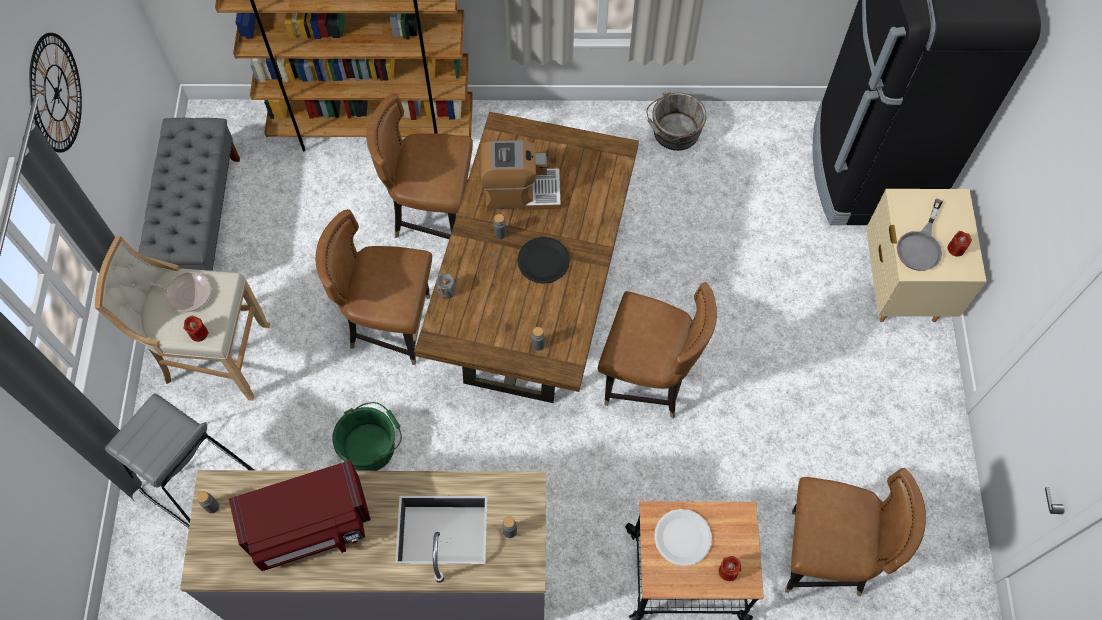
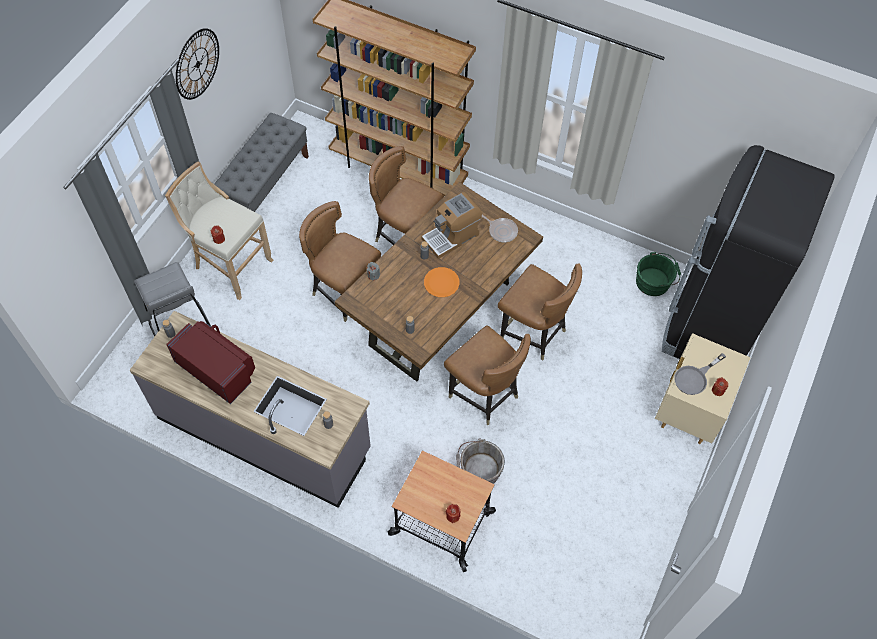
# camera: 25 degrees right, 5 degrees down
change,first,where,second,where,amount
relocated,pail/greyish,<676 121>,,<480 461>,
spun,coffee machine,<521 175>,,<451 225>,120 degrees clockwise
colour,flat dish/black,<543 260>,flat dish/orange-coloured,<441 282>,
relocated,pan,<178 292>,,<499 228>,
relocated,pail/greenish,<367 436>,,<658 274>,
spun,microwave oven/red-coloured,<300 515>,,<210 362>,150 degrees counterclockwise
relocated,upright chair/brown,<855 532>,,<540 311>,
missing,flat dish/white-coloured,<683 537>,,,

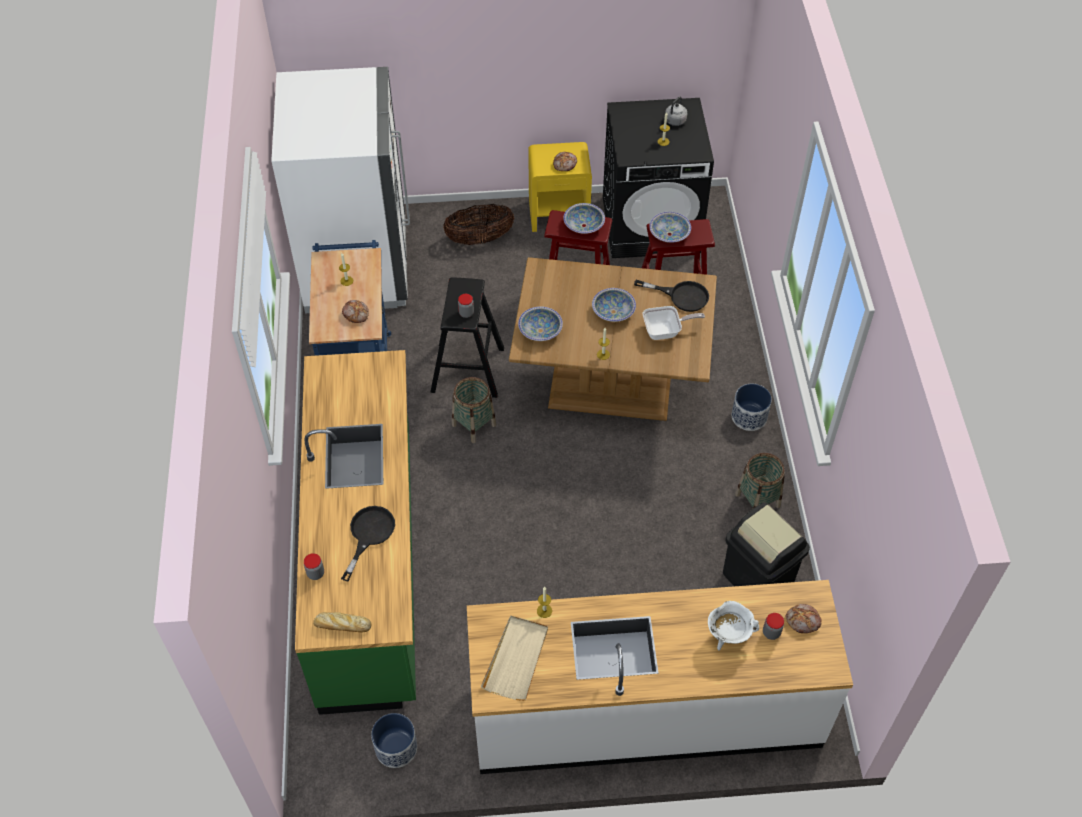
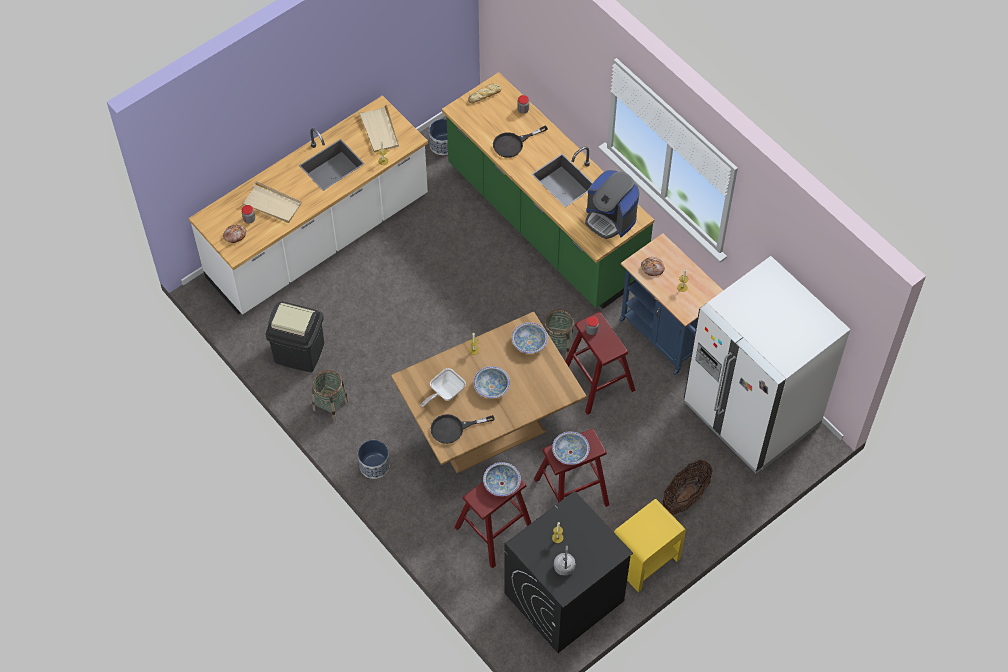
# camera: 145 degrees right, 5 degrees up
change,first,where,second,where,amount
missing,bread,<565 161>,,,
colour,stool seat/black,<467 337>,stool seat/red-coloured,<600 363>,
spun,pan/black,<368 543>,,<520 142>,75 degrees clockwise
exchanged,cooking pot/white-coloured,<733 625>,carrying tray/sand-coloured,<271 202>,
appeared,,,coffee machine,<612 204>,

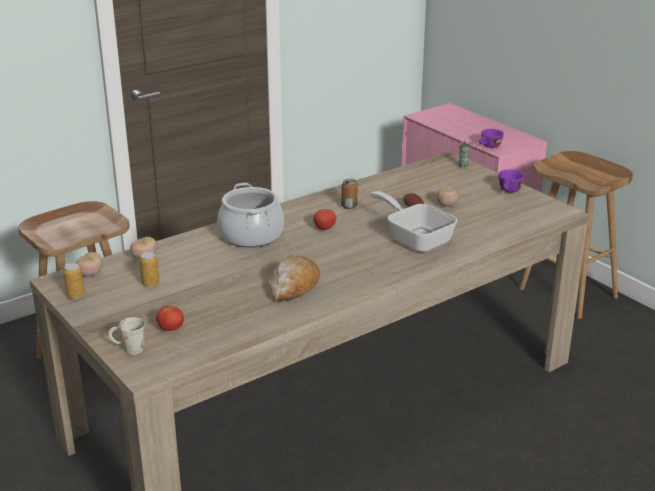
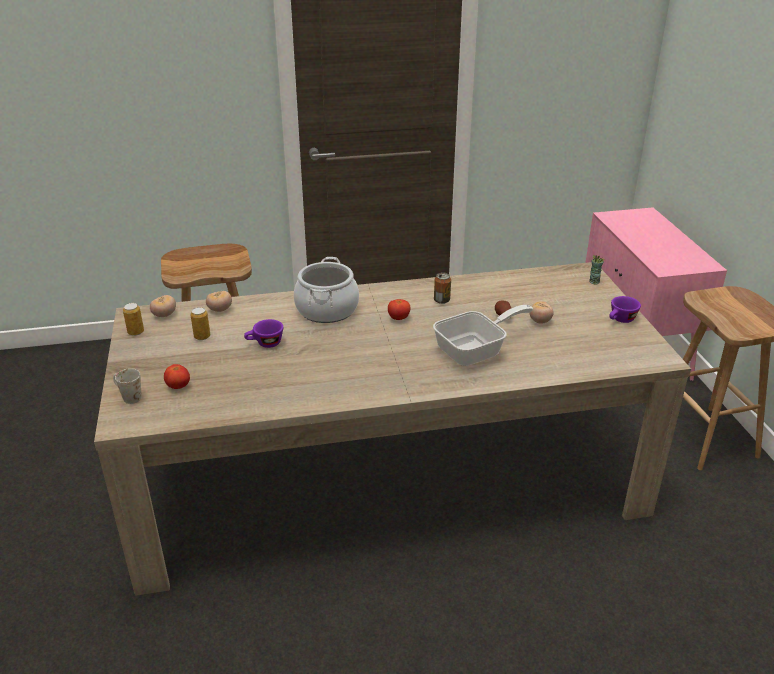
# camera: 25 degrees right, 5 degrees up
change,first,where,second,where,amount
relocated,small cup/purple,<491 138>,,<263 333>,
spun,pan,<414 221>,,<483 335>,75 degrees clockwise
missing,bread,<294 278>,,,

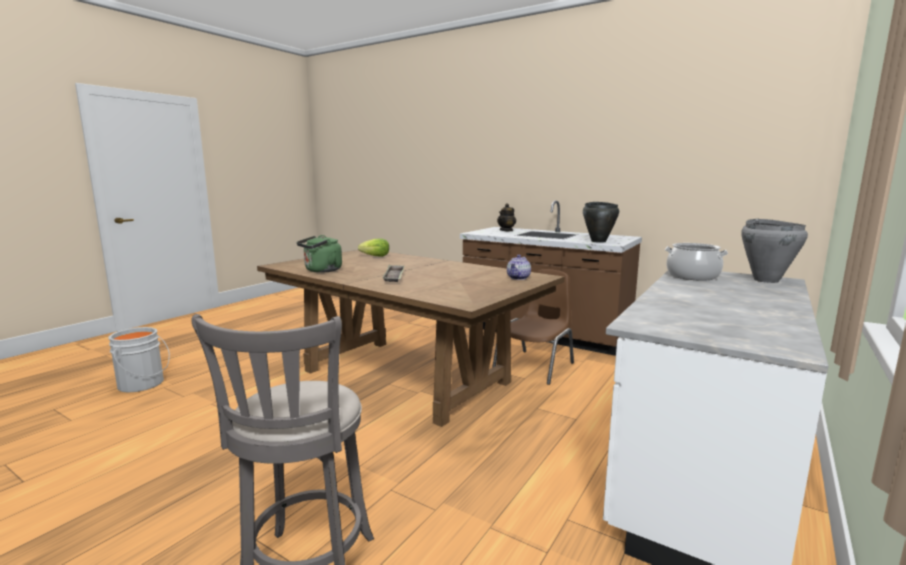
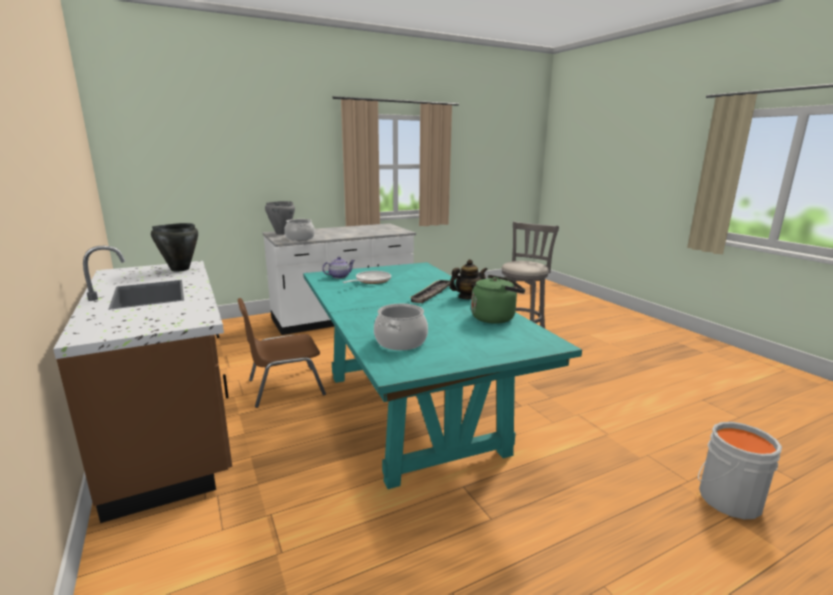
# camera: 150 degrees left, 5 degrees up
change,first,where,second,where,amount
relocated,pot for tea,<506 217>,,<468 279>,
exchanged,head of lettuce,<373 247>,cooking pot,<401 327>,
colour,dining table/brown,<410 338>,dining table/turquoise-coloured,<442 375>,
appeared,,,pan,<367 277>,

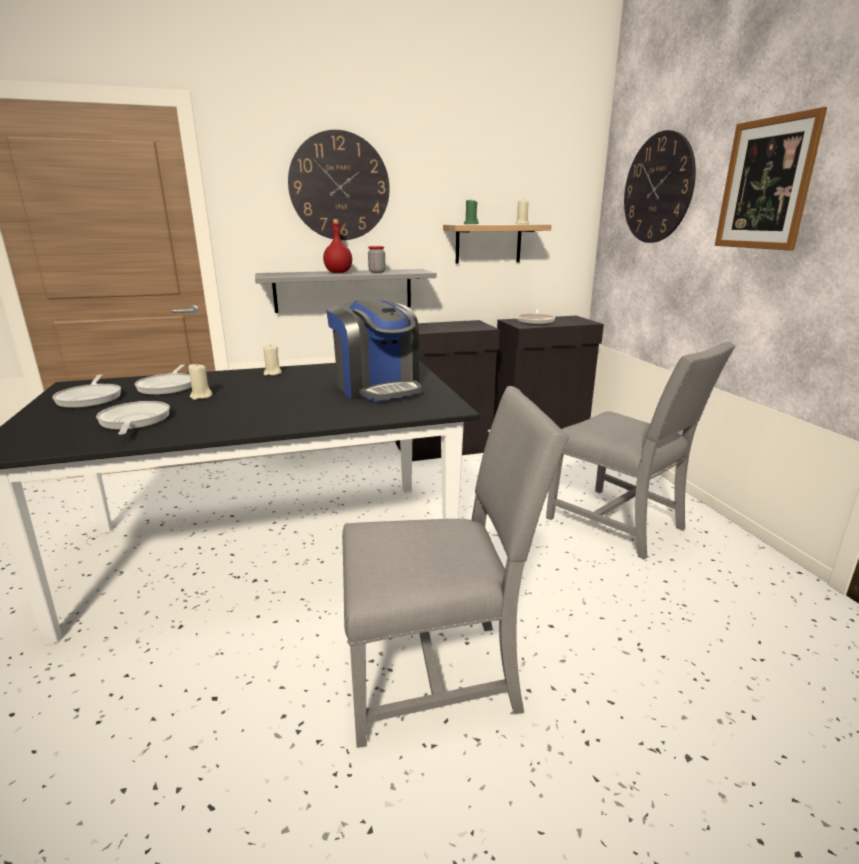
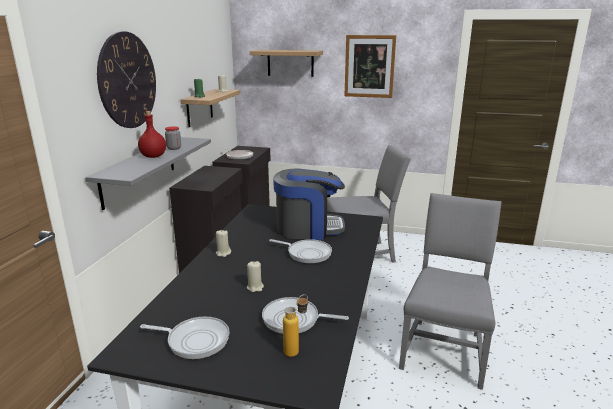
# camera: 60 degrees left, 0 degrees up
change,first,where,second,where,amount
exchanged,wall clock,<660 186>,wall shelf,<286 63>,
relocated,pan,<163 379>,,<300 251>,
appeared,,,bottle,<295 325>,

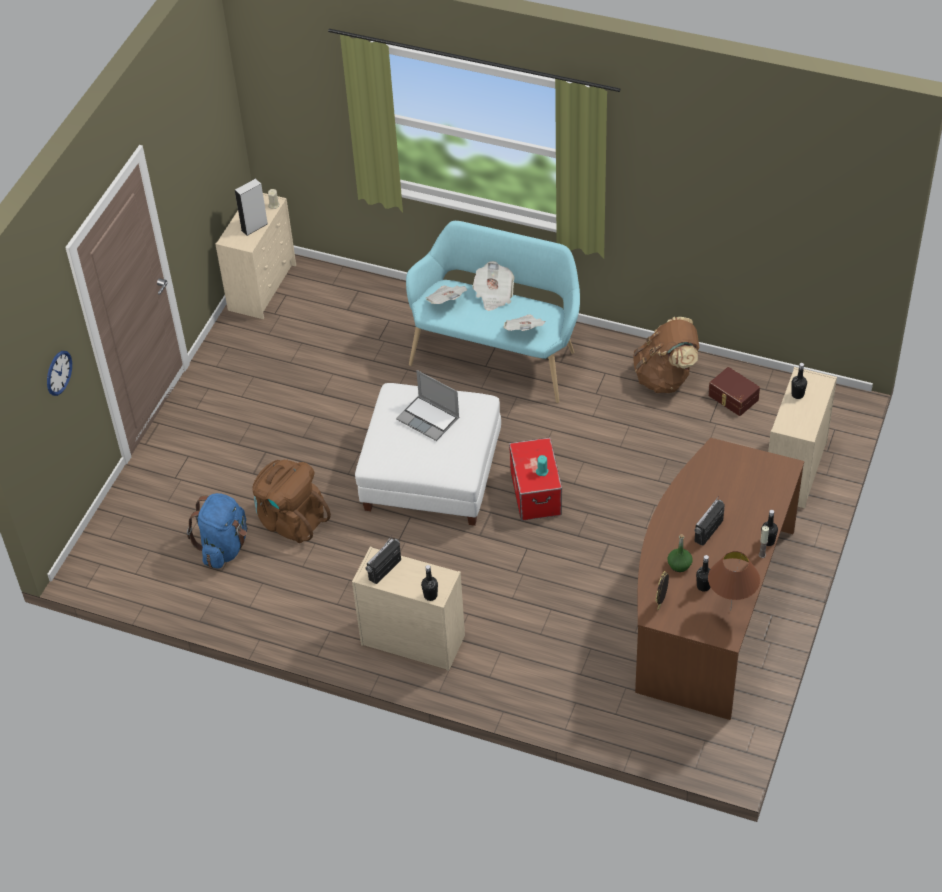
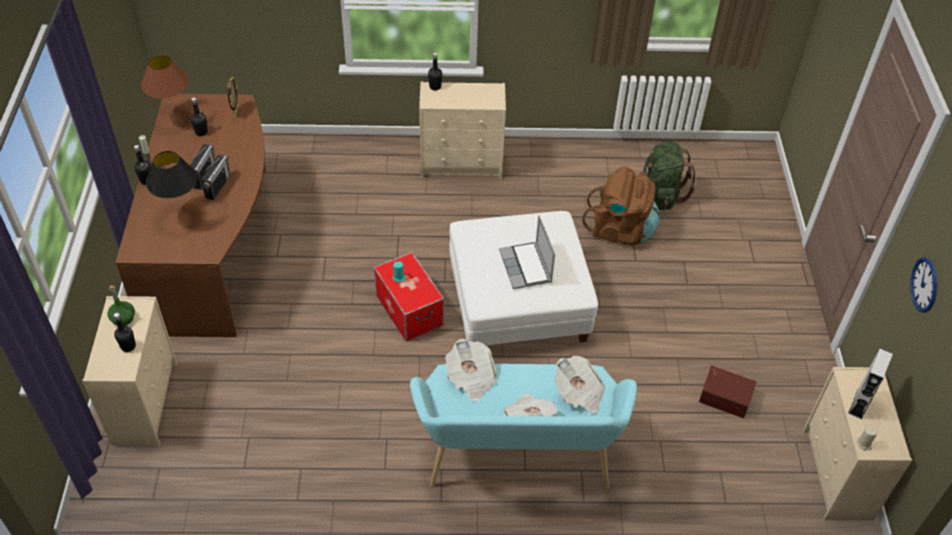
# camera: 155 degrees right, 0 degrees up
change,first,where,second,where,amount
missing,backpack/brown,<666 355>,,,
relocated,wall clock,<59 373>,,<923 285>,
relocated,storage bin/brown,<734 391>,,<727 391>,
spun,laptop,<427 405>,,<527 252>,120 degrees counterclockwise
colour,backpack/blue-coloured,<217 531>,backpack/greenish,<667 176>,
relocated,bottle/greenish,<680 553>,,<121 305>,
relocated,radio,<383 560>,,<216 177>,
appeared,,,table lamp/black,<172 184>,

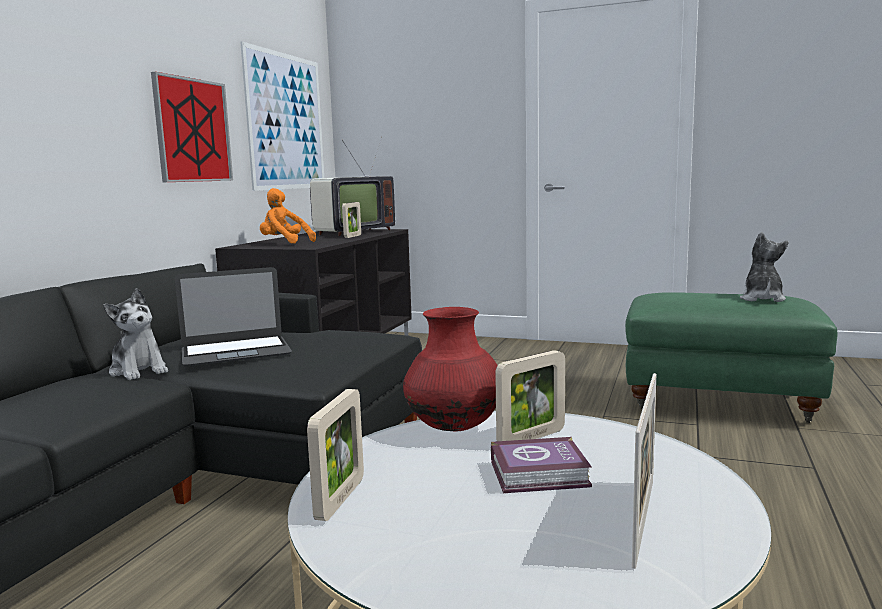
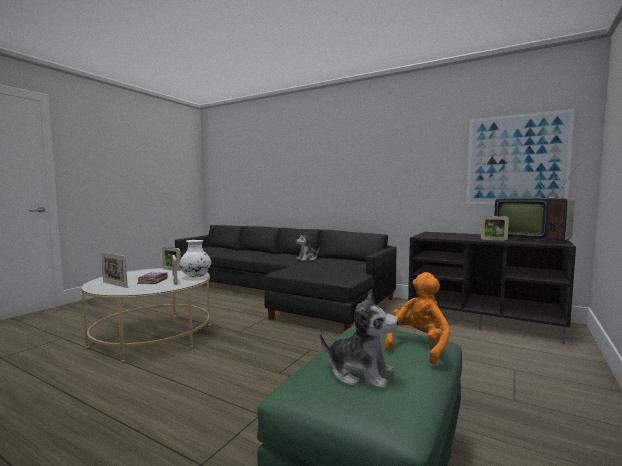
# camera: 100 degrees right, 5 degrees down
change,first,where,second,where,amount
missing,wall picture,<192 127>,,,
relocated,cuddly toy/orange-coloured,<288 216>,,<417 318>,
missing,laptop,<233 316>,,,
colour,flower vase/red-coloured,<450 369>,flower vase/white-coloured,<195 259>,

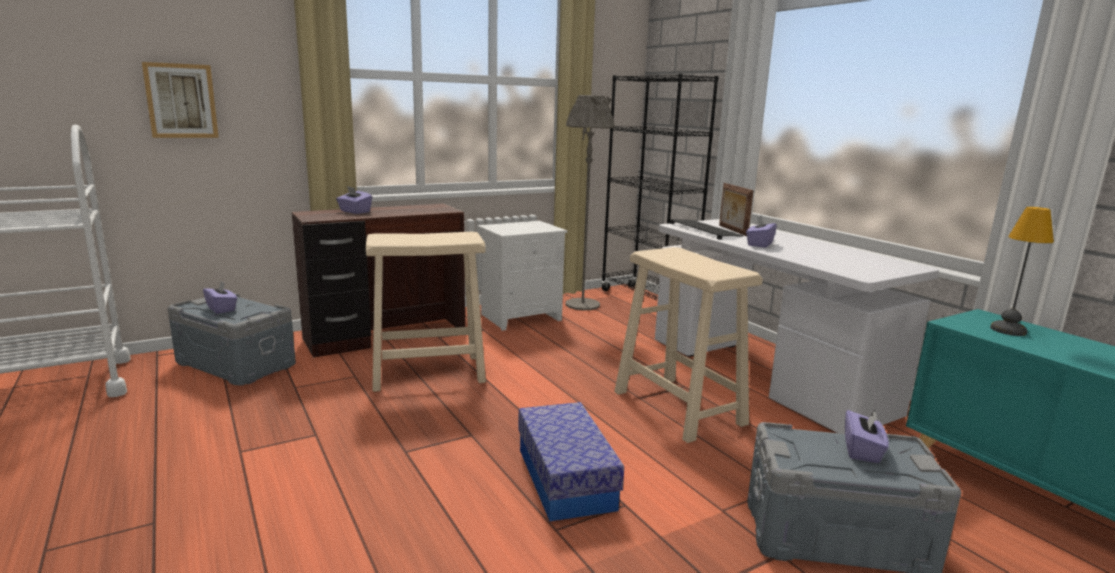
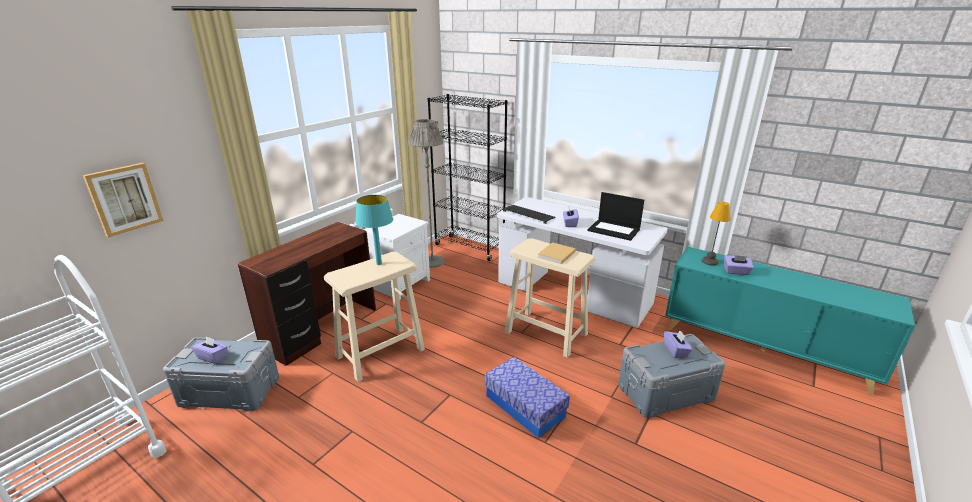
# camera: 25 degrees left, 10 degrees up
change,first,where,second,where,amount
missing,standing frame,<736 209>,,,
relocated,box of tissues/purple,<354 200>,,<739 265>,
appeared,,,laptop,<615 216>,
appeared,,,table lamp/turquoise-coloured,<374 230>,
appeared,,,bound book/sand-coloured,<557 253>,

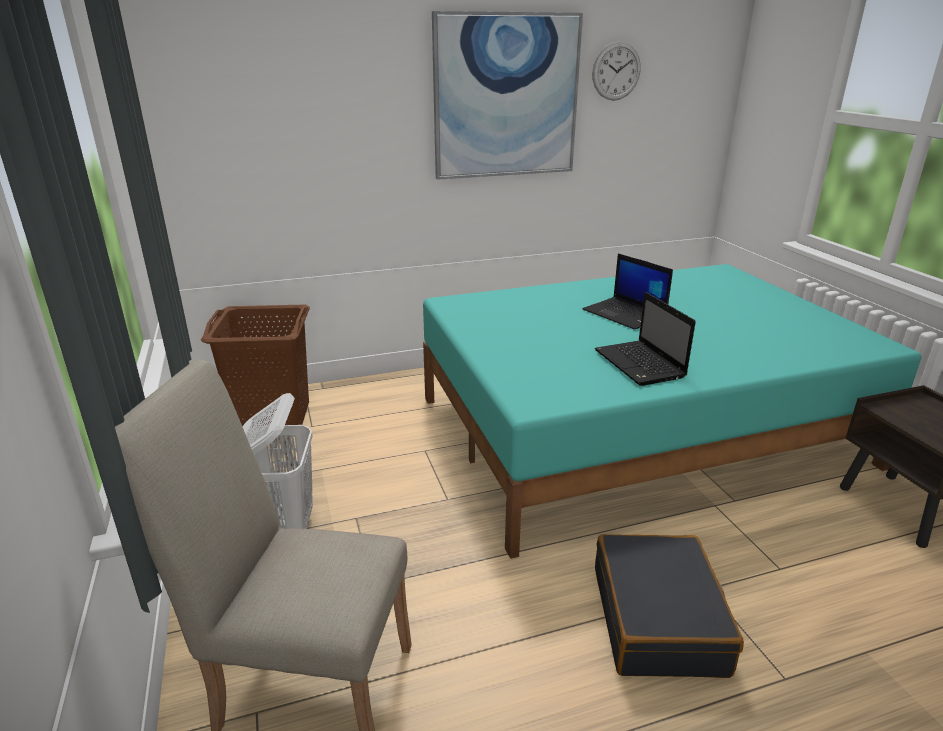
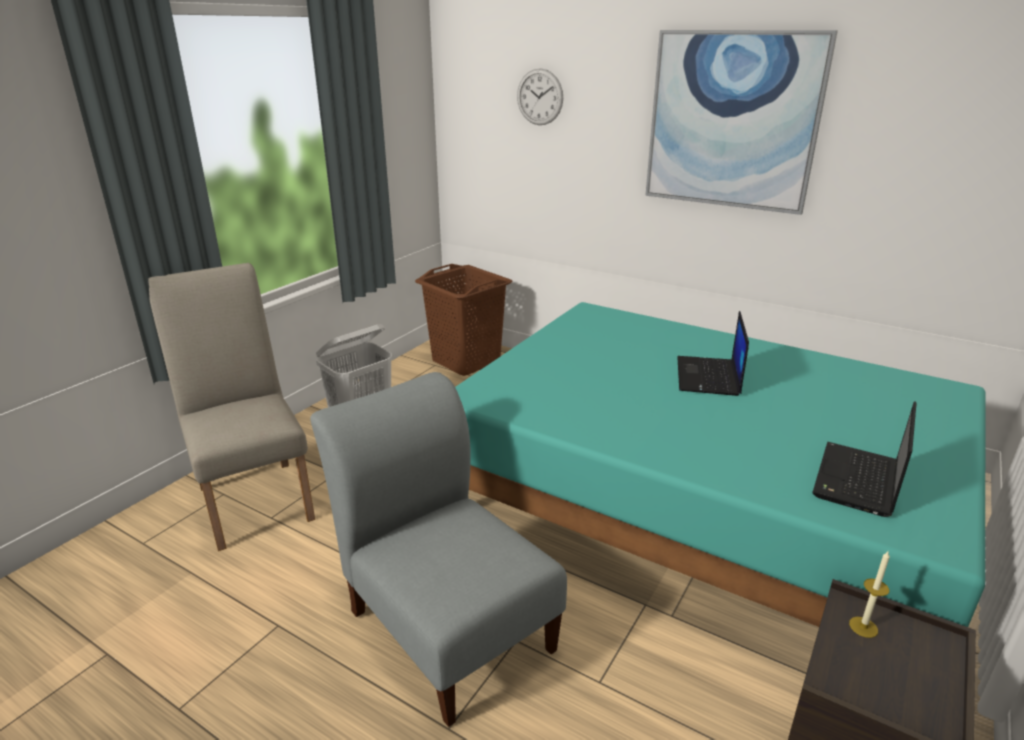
# camera: 50 degrees right, 0 degrees up
change,first,where,second,where,amount
relocated,wall clock,<616 71>,,<540 96>,
relocated,laptop,<645 339>,,<864 459>,
exchanged,travel case/black,<669 606>,upright chair/greyish,<438 549>,
appeared,,,wax candle,<869 594>,

